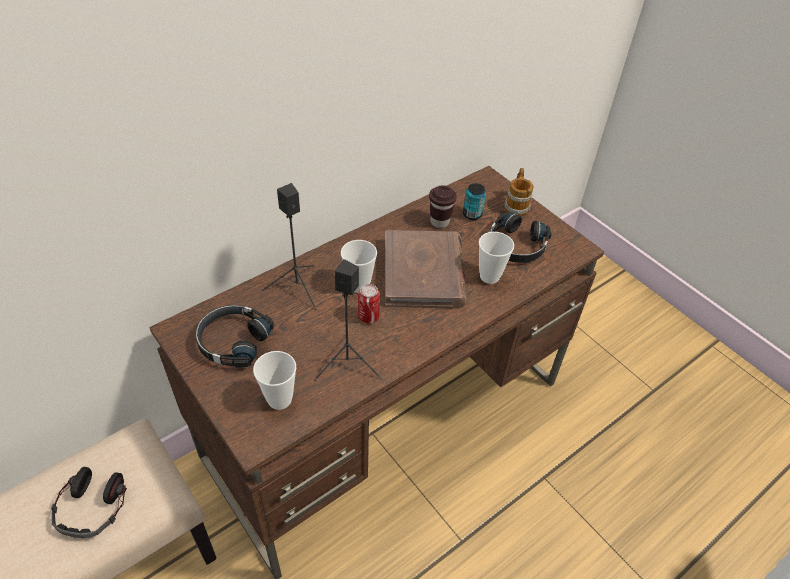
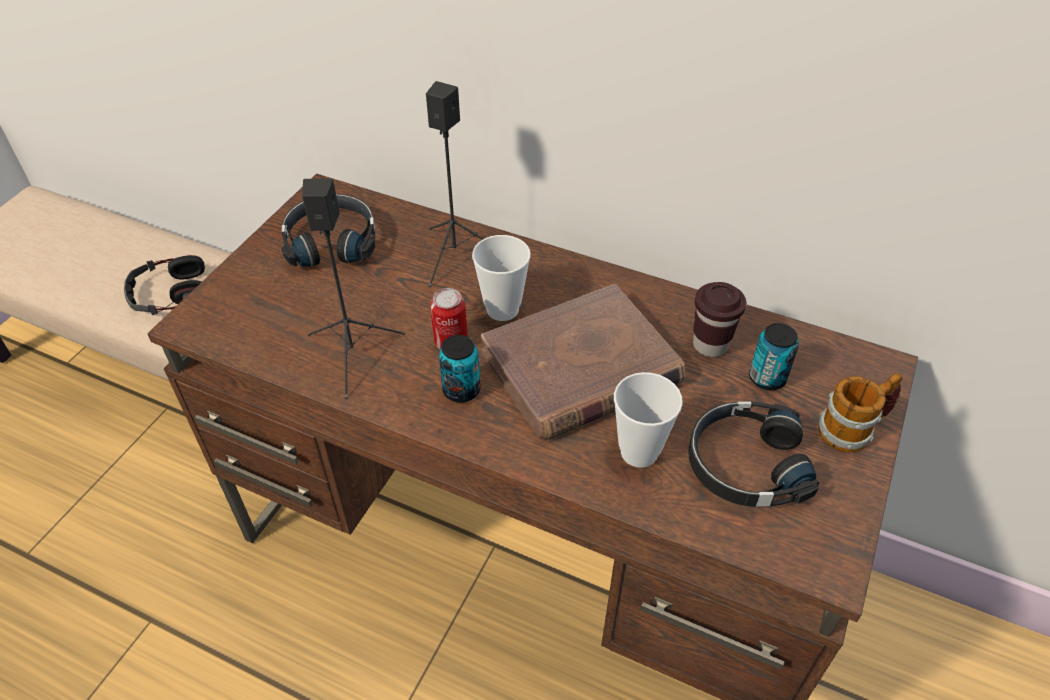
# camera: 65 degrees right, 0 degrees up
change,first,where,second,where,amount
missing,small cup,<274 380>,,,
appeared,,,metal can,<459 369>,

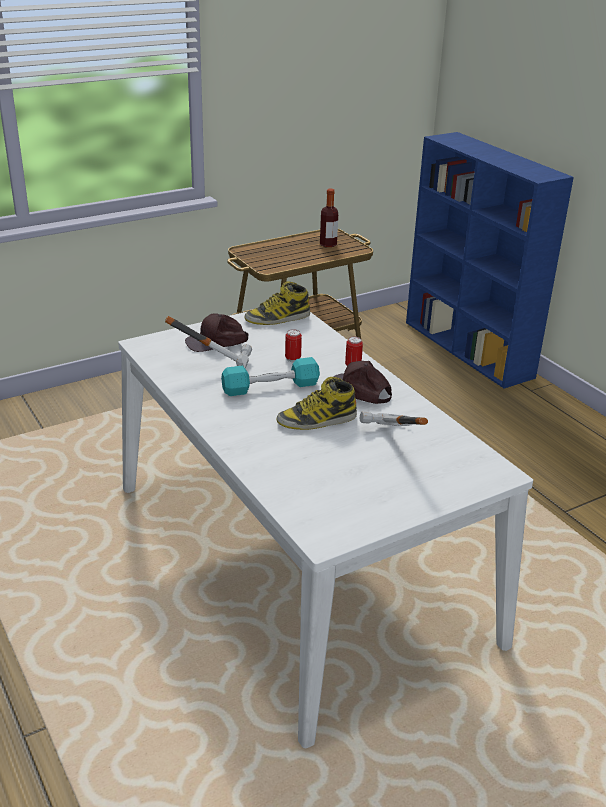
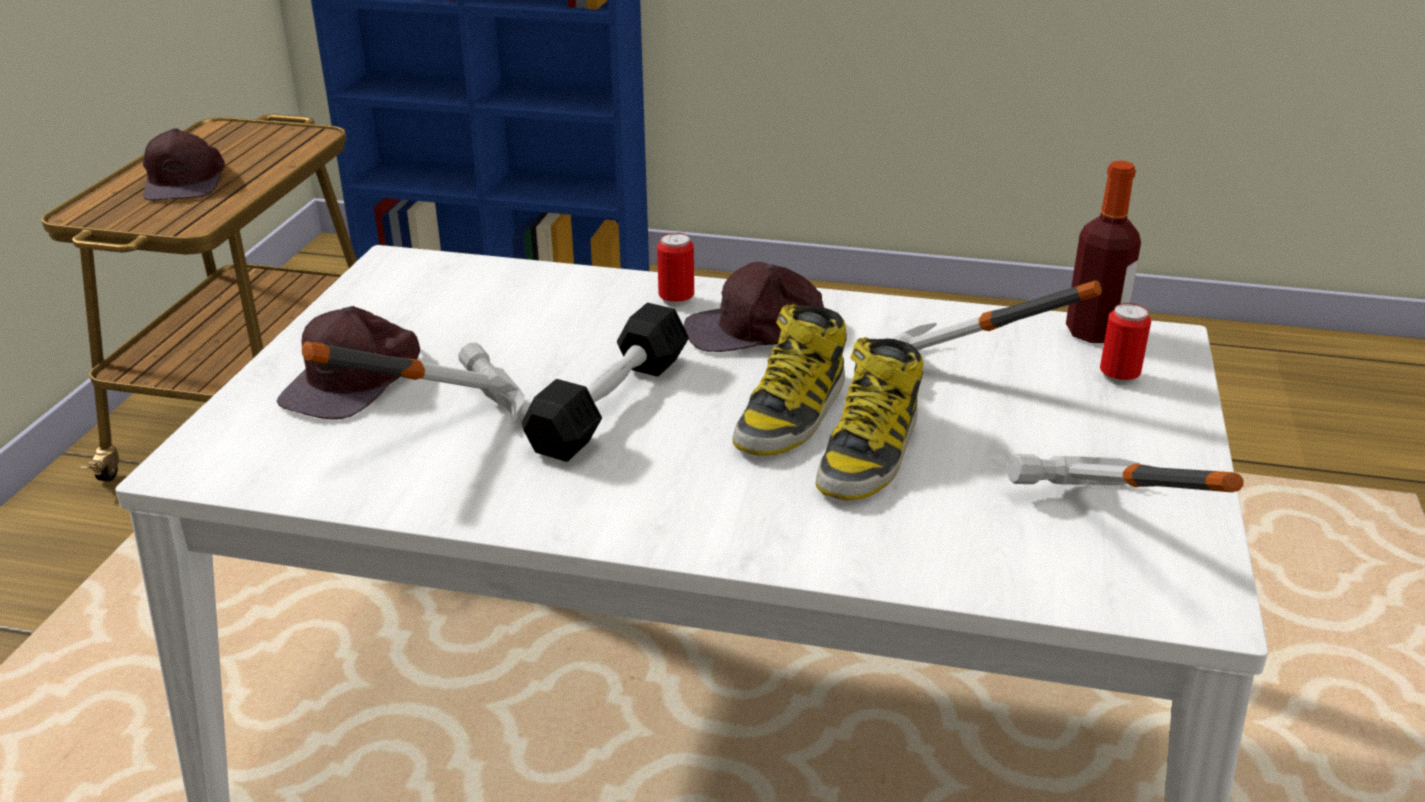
# camera: 45 degrees left, 0 degrees up
change,first,where,second,where,amount
relocated,bottle,<329 218>,,<1103 252>,
relocated,boot,<277 303>,,<870 419>,
relocated,metal can,<293 345>,,<1125 344>,
colour,hand weight/turquoise-coloured,<270 376>,hand weight/black,<605 382>,
appeared,,,peaked cap/brown,<184 164>,
appeared,,,tool hammer,<1125 473>,

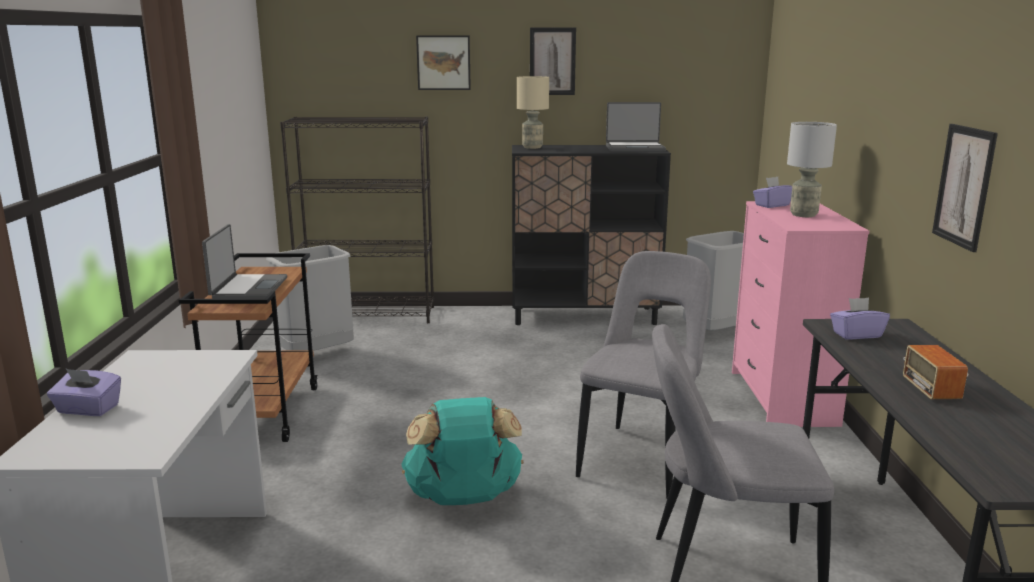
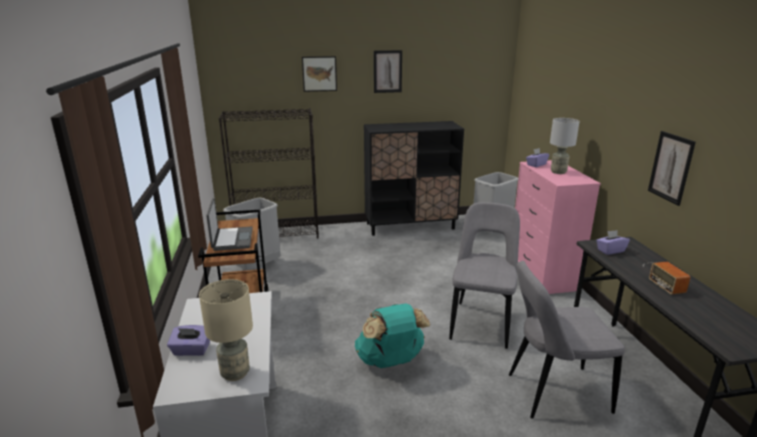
# camera: 10 degrees left, 5 degrees up
change,first,where,second,where,amount
relocated,table lamp/sand-coloured,<533 112>,,<226 330>,
missing,laptop,<636 127>,,,

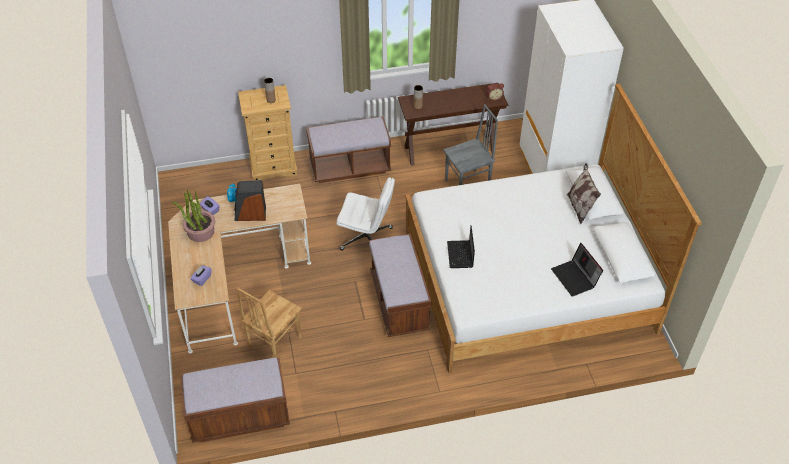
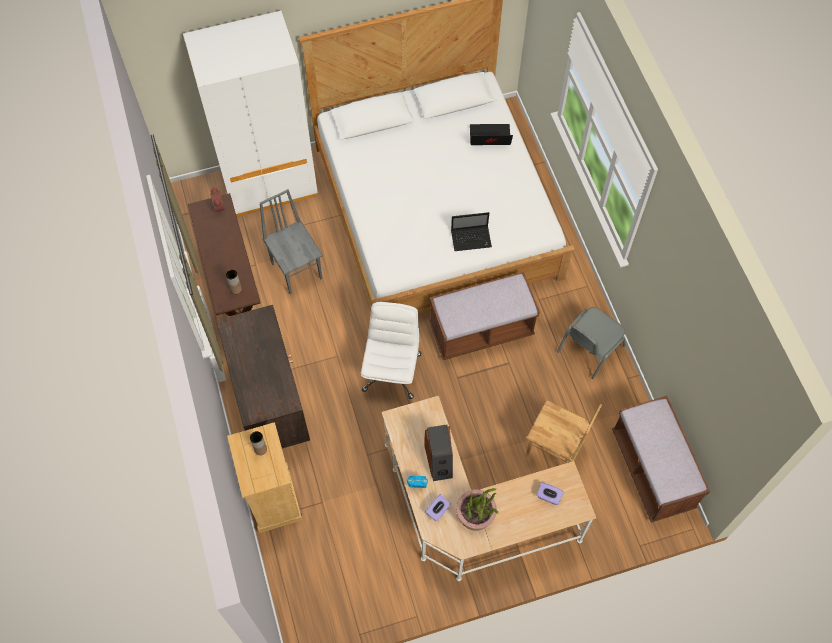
# camera: 95 degrees left, 15 degrees up
change,first,where,second,where,amount
exchanged,indoor bench/brown,<348 149>,cupboard/brown,<263 376>,
missing,cushion,<584 193>,,,
spun,laptop,<577 270>,,<491 134>,150 degrees counterclockwise
appeared,,,upright chair/greyish,<591 343>,

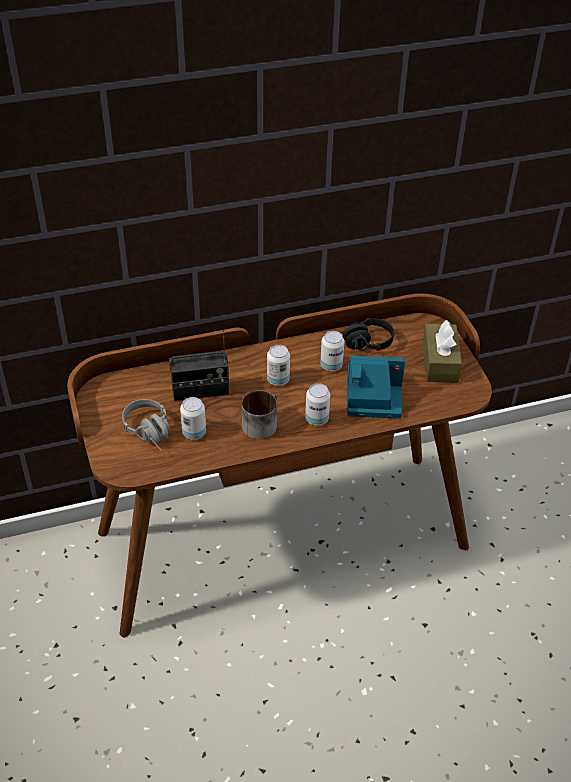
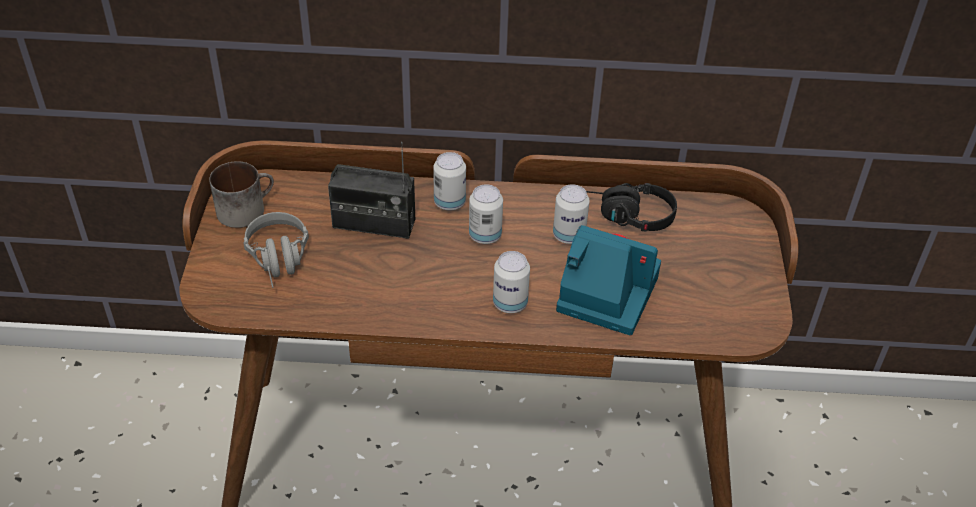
# camera: 20 degrees right, 0 degrees up
change,first,where,second,where,amount
missing,box of tissues/brown,<442 351>,,,
relocated,tea mug,<259 414>,,<241 194>,
relocated,metal can,<193 418>,,<449 181>,

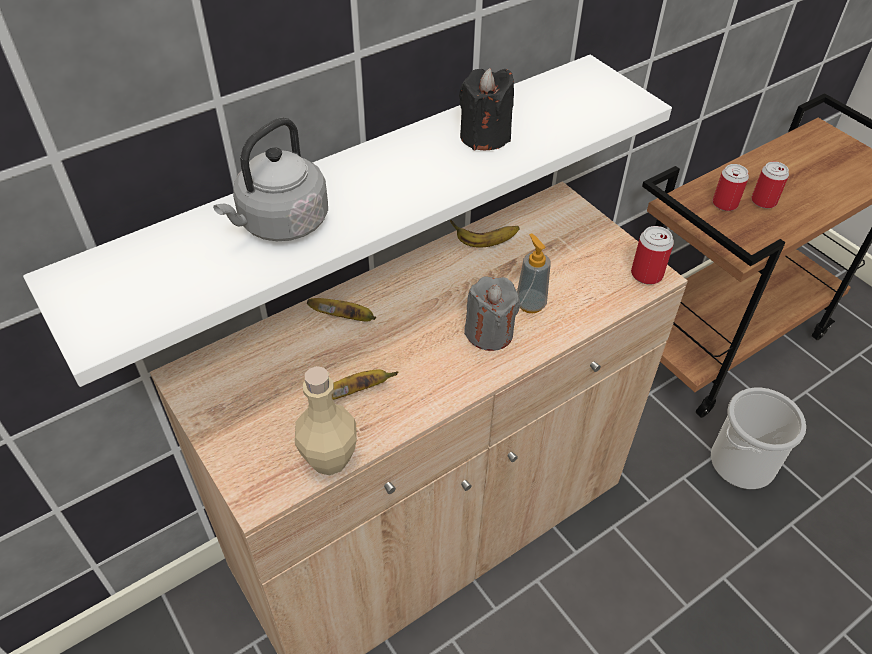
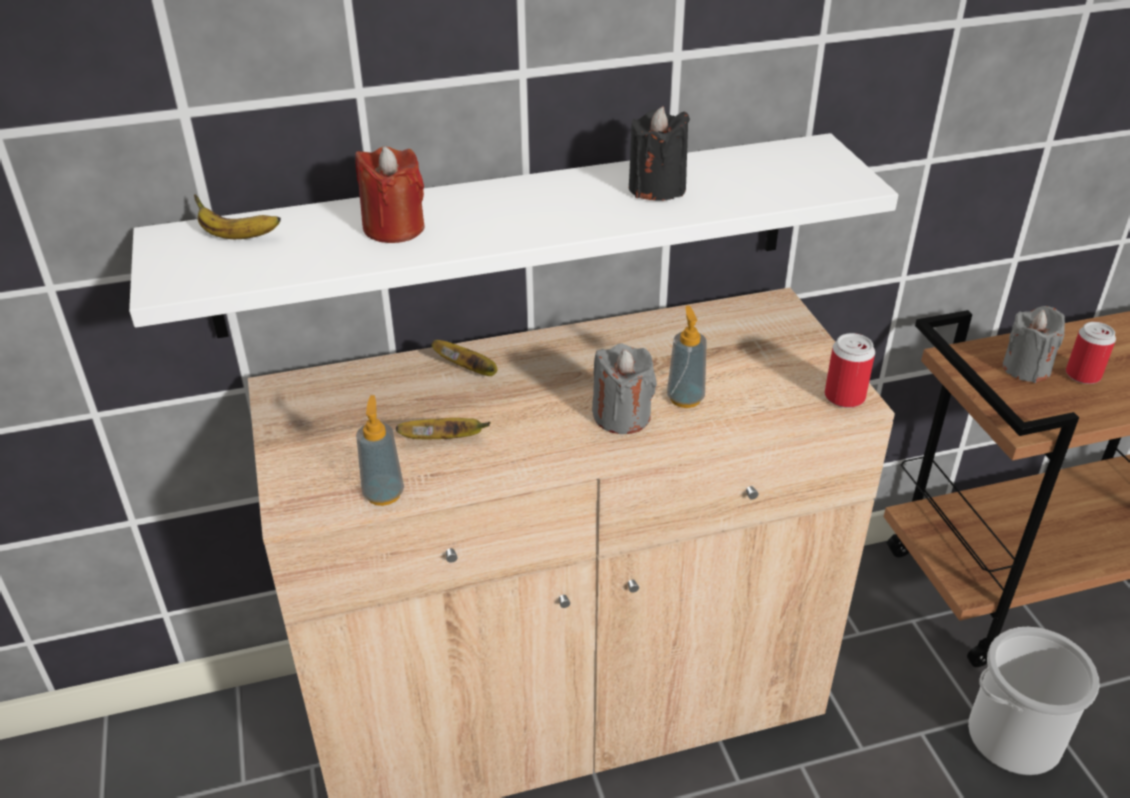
# camera: 20 degrees right, 10 degrees down
change,first,where,second,where,amount
exchanged,kettle/greyish,<270 179>,wax candle/red-coloured,<389 194>,
exchanged,metal can,<730 187>,wax candle/greyish,<1034 344>,
relocated,banana,<485 234>,,<237 216>,
exchanged,bottle/sand-coloured,<326 420>,soap dispenser,<380 450>,

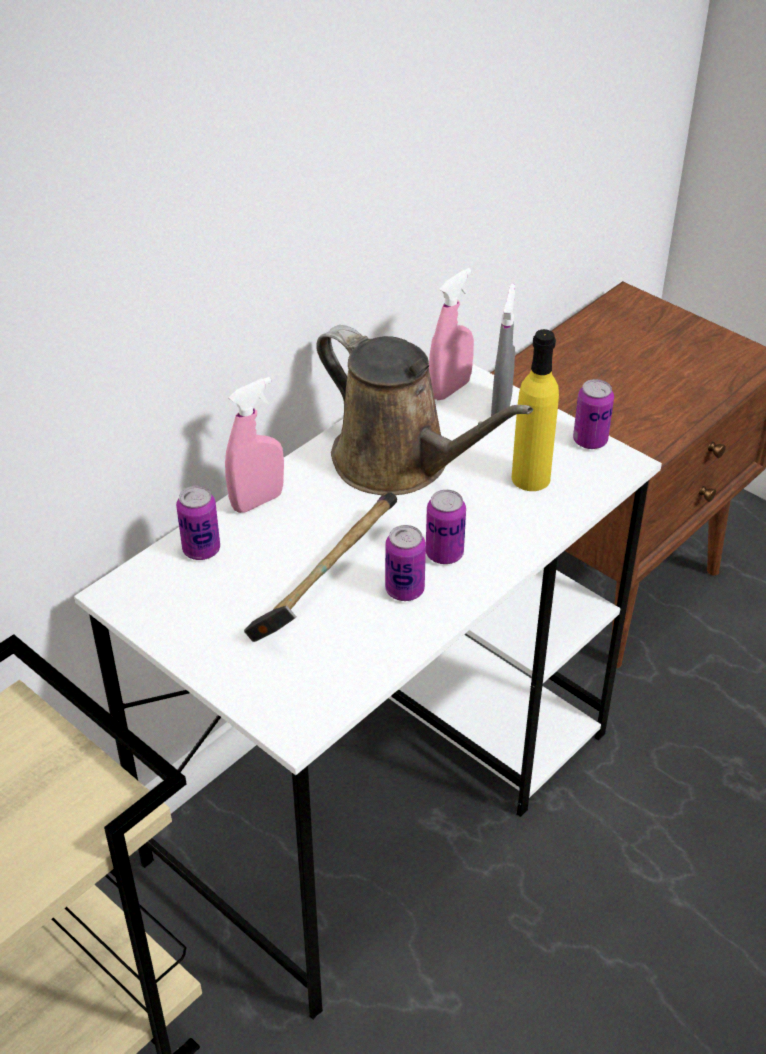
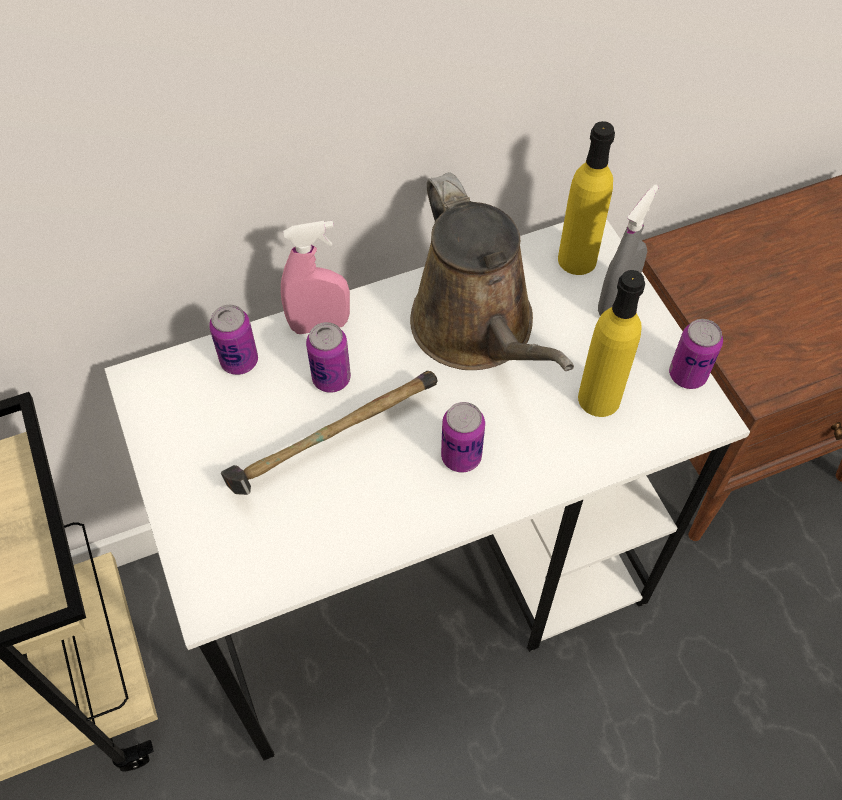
# camera: 25 degrees right, 15 degrees up
change,first,where,second,where,amount
exchanged,spray bottle/pink-coloured,<451 334>,bottle/yellowish,<586 198>,
relocated,metal can,<405 563>,,<328 357>,

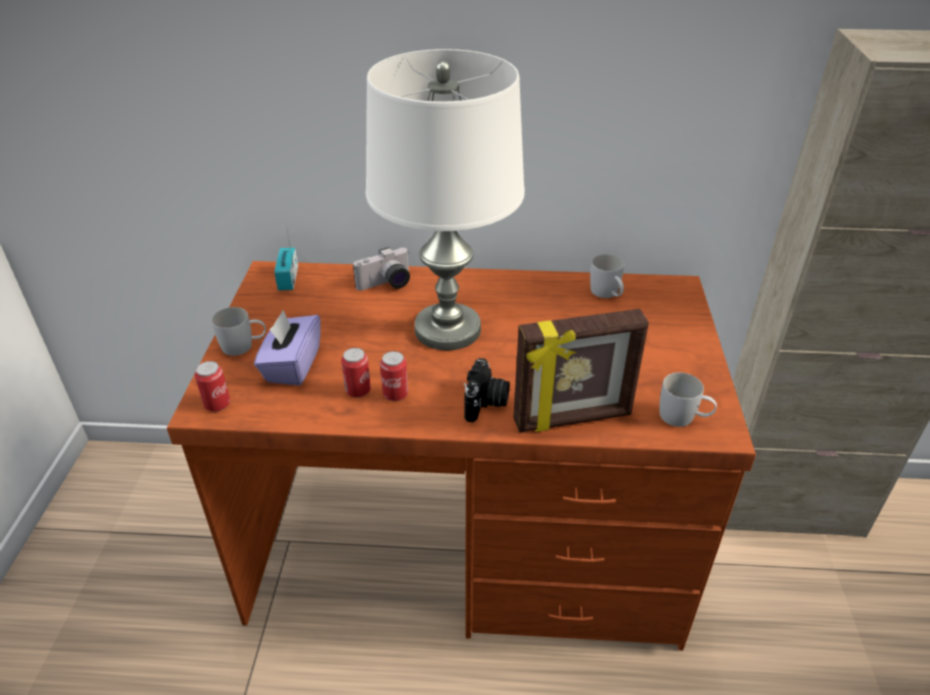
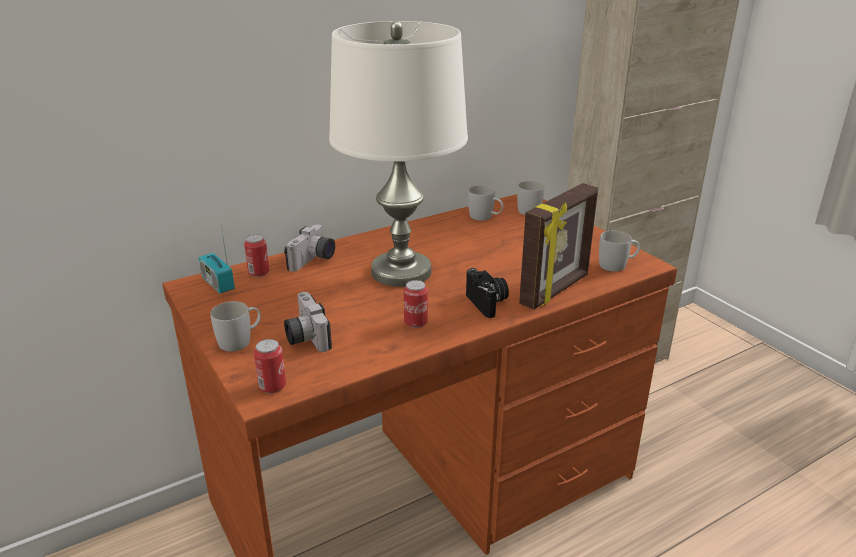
# camera: 35 degrees left, 10 degrees down
change,first,where,second,where,amount
exchanged,box of tissues/purple,<287 348>,photo camera,<308 322>,
relocated,metal can,<356 373>,,<256 255>,
appeared,,,tea mug/white-coloured,<530 198>,

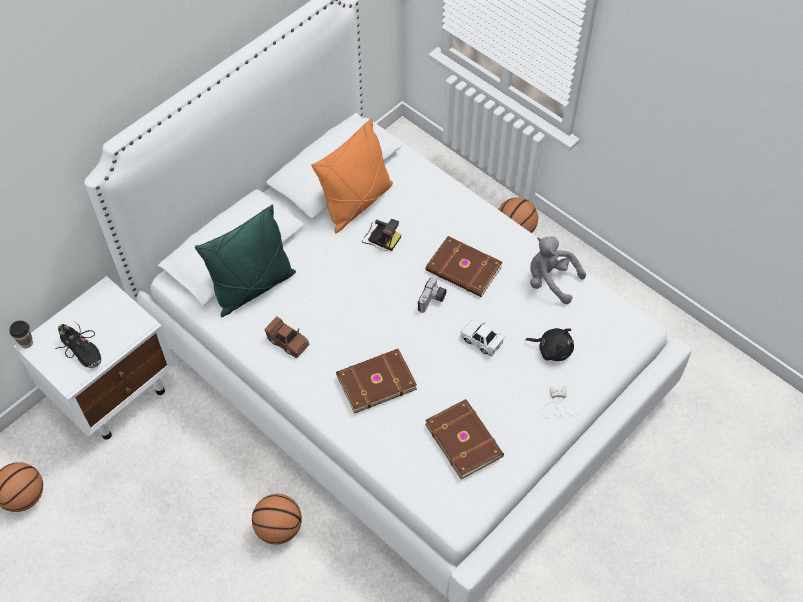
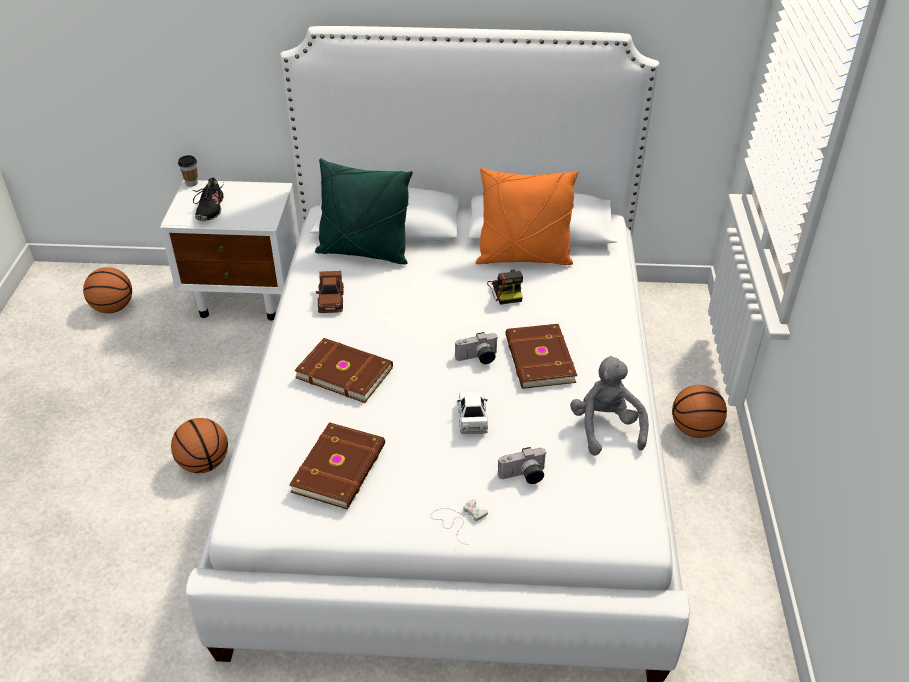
# camera: 50 degrees right, 15 degrees down
change,first,where,second,where,amount
exchanged,cuddly toy/black,<549 344>,photo camera,<522 465>,

